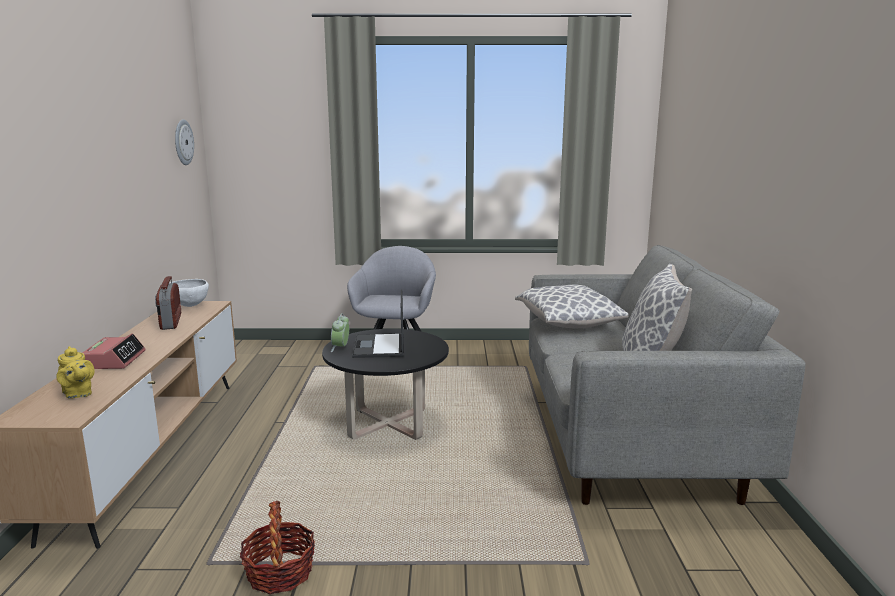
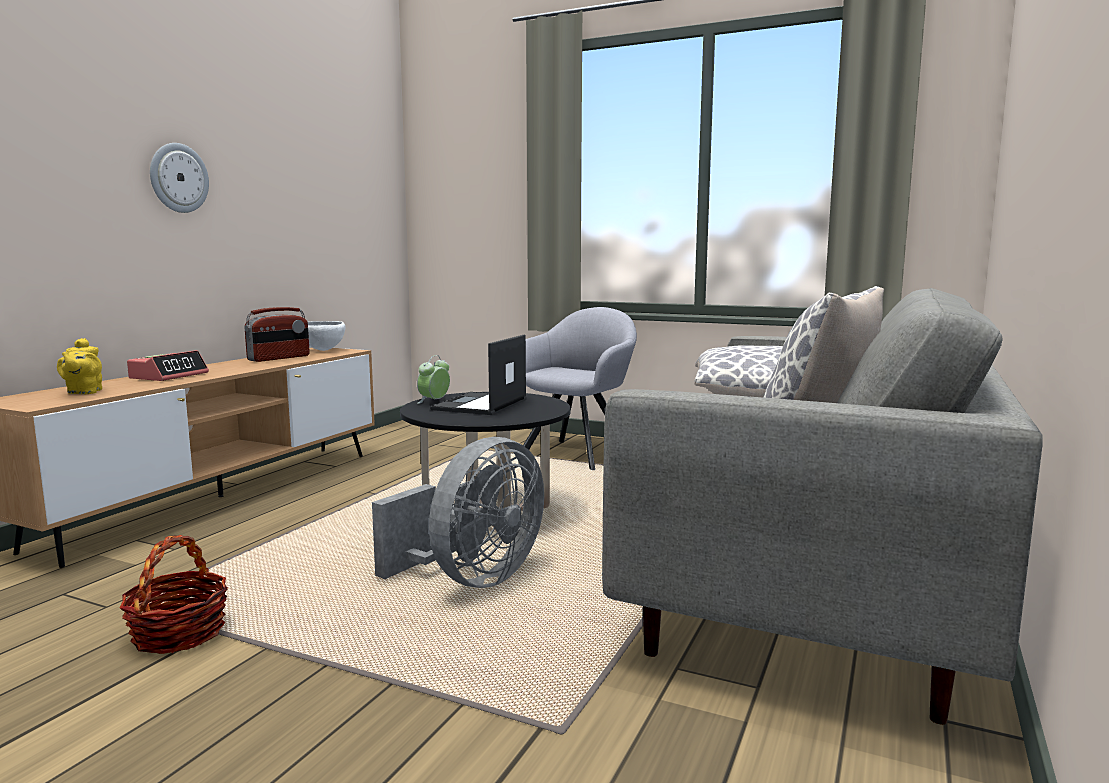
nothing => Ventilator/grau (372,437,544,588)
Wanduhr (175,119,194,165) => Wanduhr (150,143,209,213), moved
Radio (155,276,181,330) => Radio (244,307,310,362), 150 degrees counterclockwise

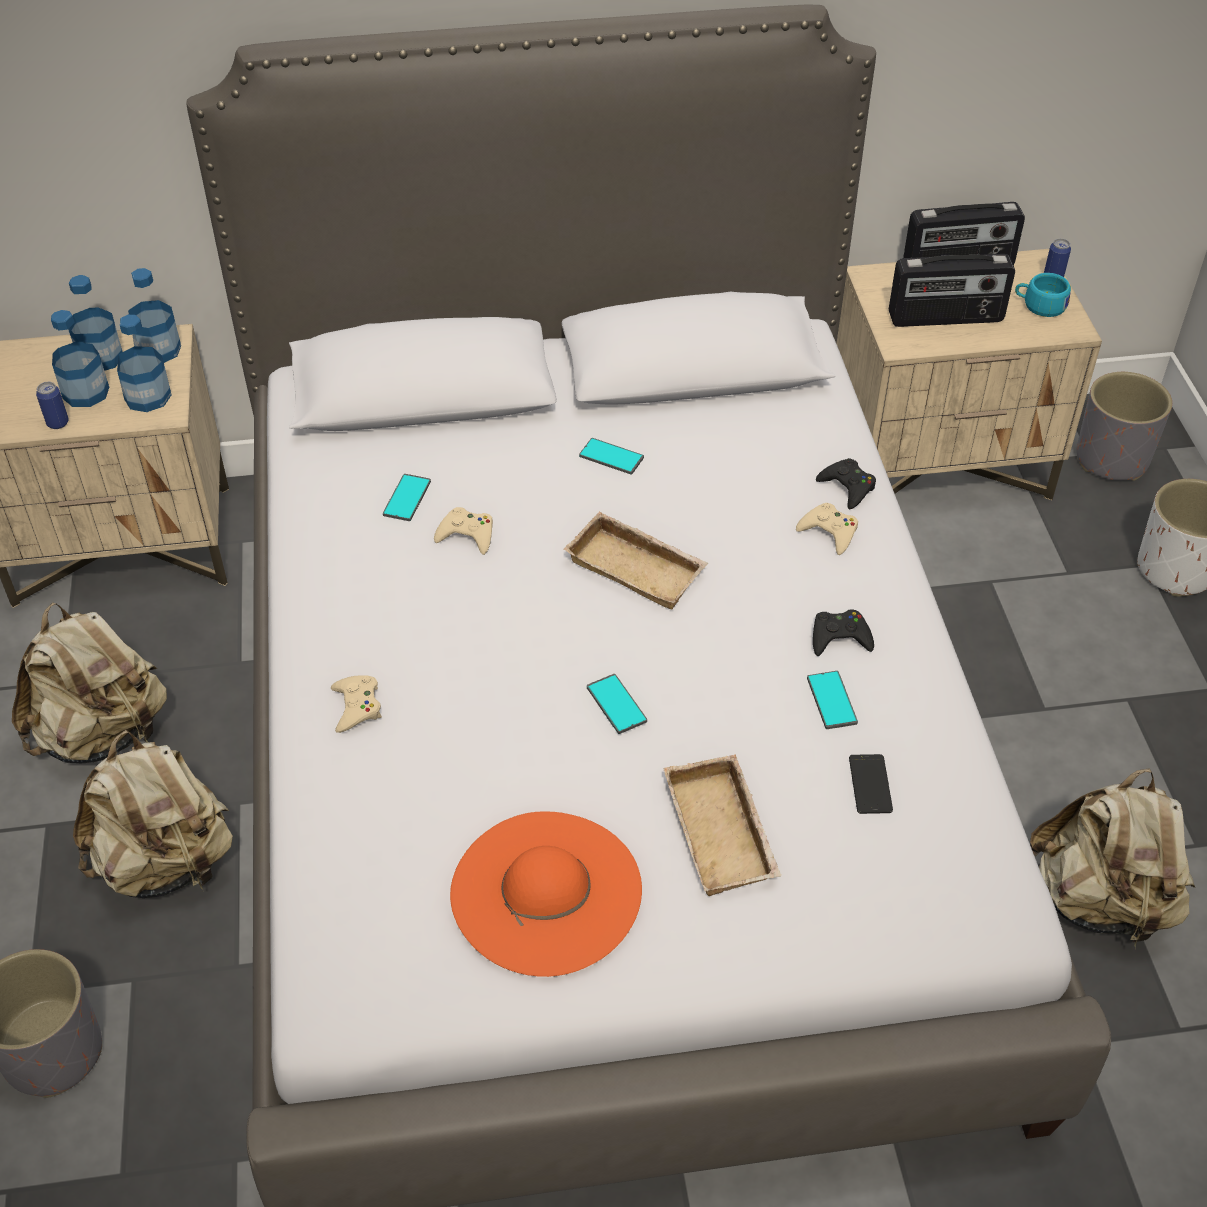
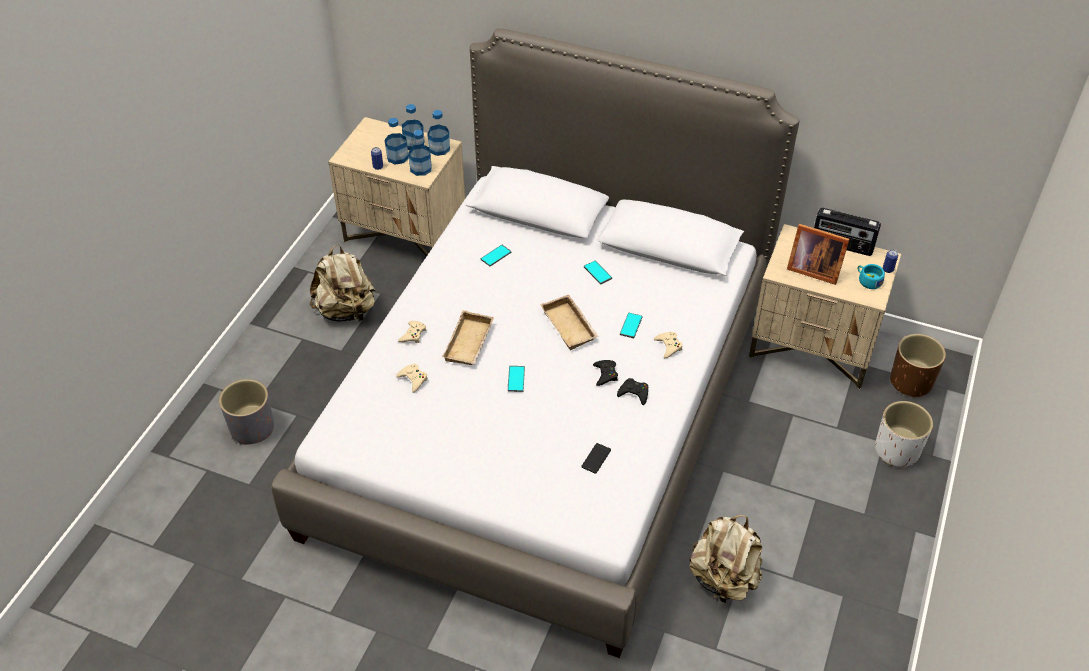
Rucksack/beige (73,730,233,898) => nothing
Hut/orange (450,811,642,977) => nothing
Gamepad/beige (434,507,493,555) => Gamepad/beige (396,364,428,393), moved
Tablett/beige (664,754,781,896) => Tablett/beige (442,310,494,365), moved
Handy (807,671,858,729) => Handy (620,313,643,338), moved
Gamepad/schwarz (816,458,876,509) => Gamepad/schwarz (593,360,618,386), moved
Radio (889,254,1015,327) => Bilderrahmen (787,224,849,285)
Pflanzkübel/grau (1076,372,1172,481) => Pflanzkübel/braun (890,334,946,398)

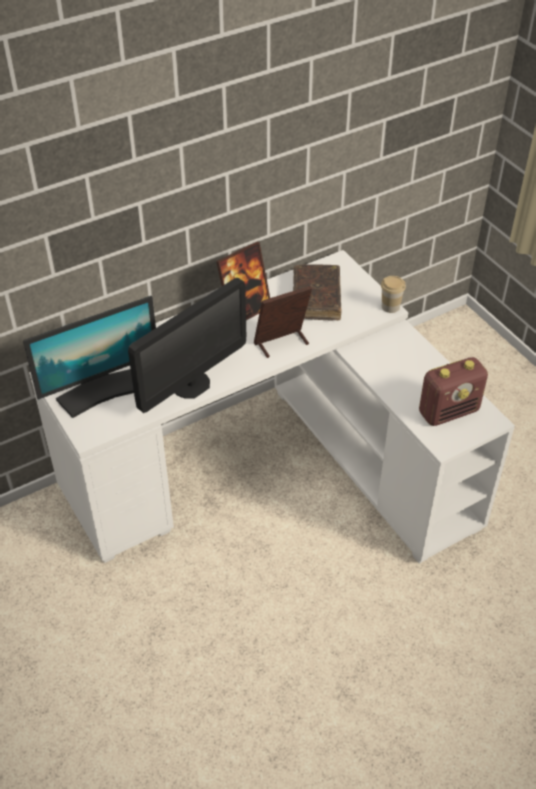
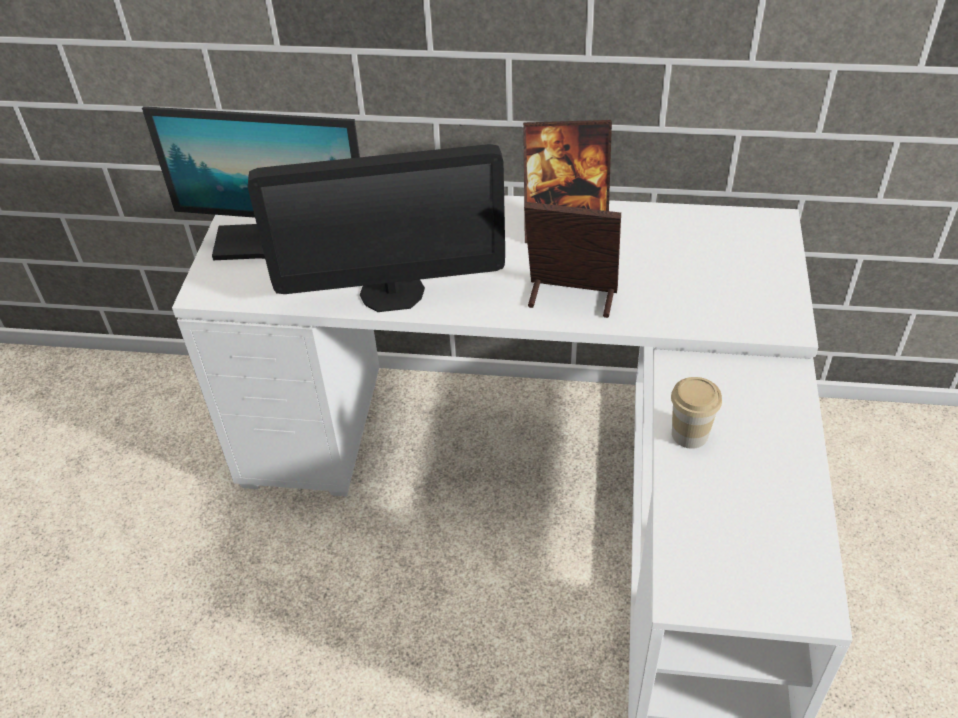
Buch/braun (293,264,341,320) => nothing
Radio (419,357,488,426) => nothing
Tasse (381,276,406,313) => Tasse (671,377,722,449), moved

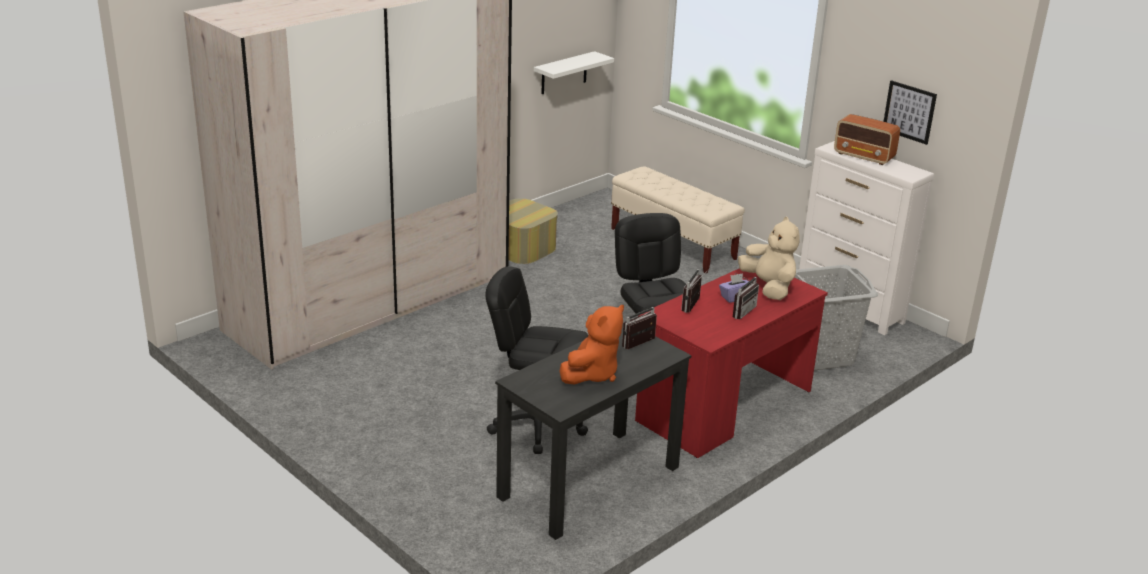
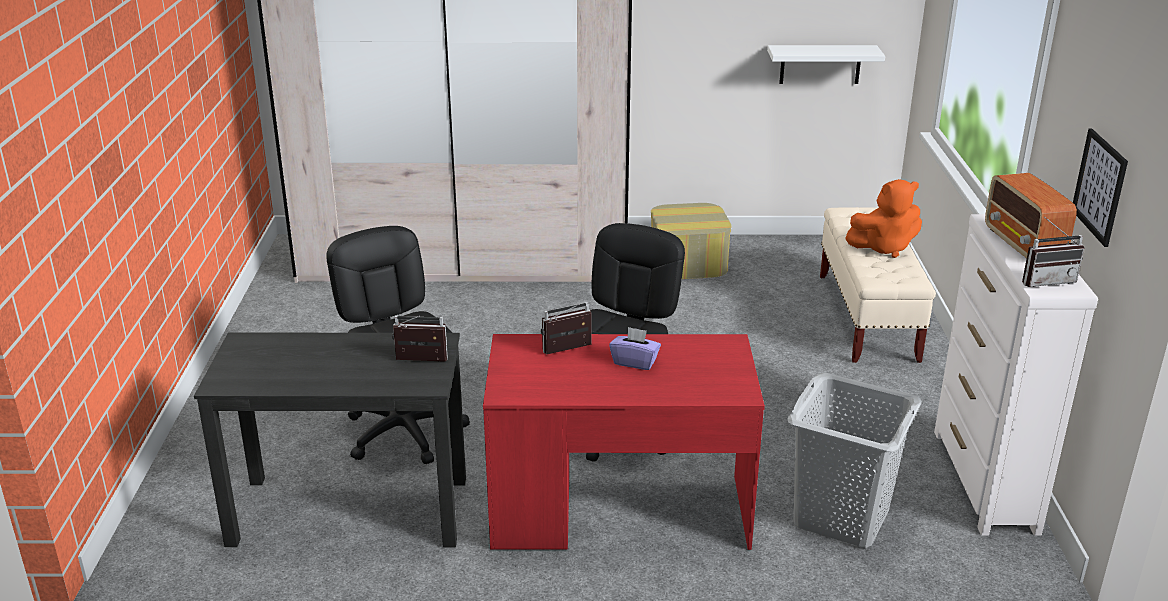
Plüschtier/beige (738,217,800,300) => nothing
Plüschtier/orange (560,305,624,385) => Plüschtier/orange (845,179,922,258), moved
Radio (733,272,759,319) => Radio (1022,217,1084,287), moved

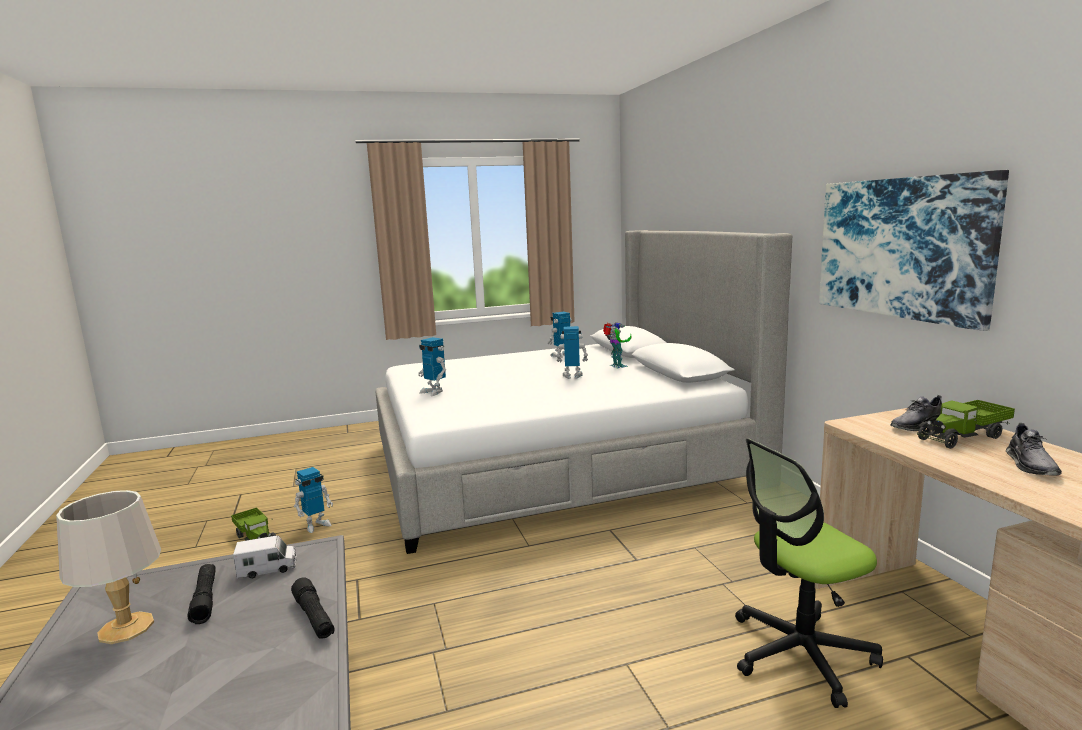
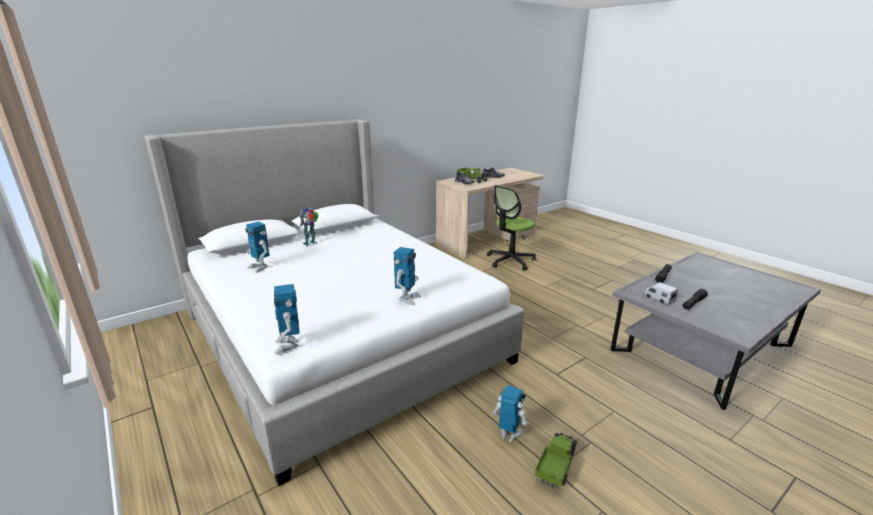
Tischlampe/grau (56,490,161,644) => nothing
Bild (819,170,1009,331) => nothing
Spielzeugroboter (556,326,588,379) => Spielzeugroboter (274,284,300,354), moved
Bürostuhl (735,439,883,708) => Bürostuhl (487,185,536,271), 90 degrees clockwise

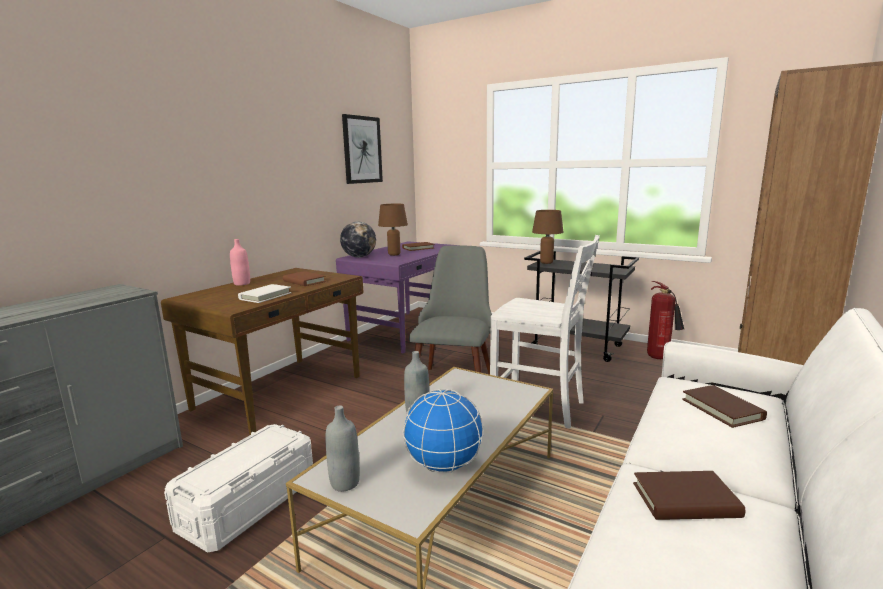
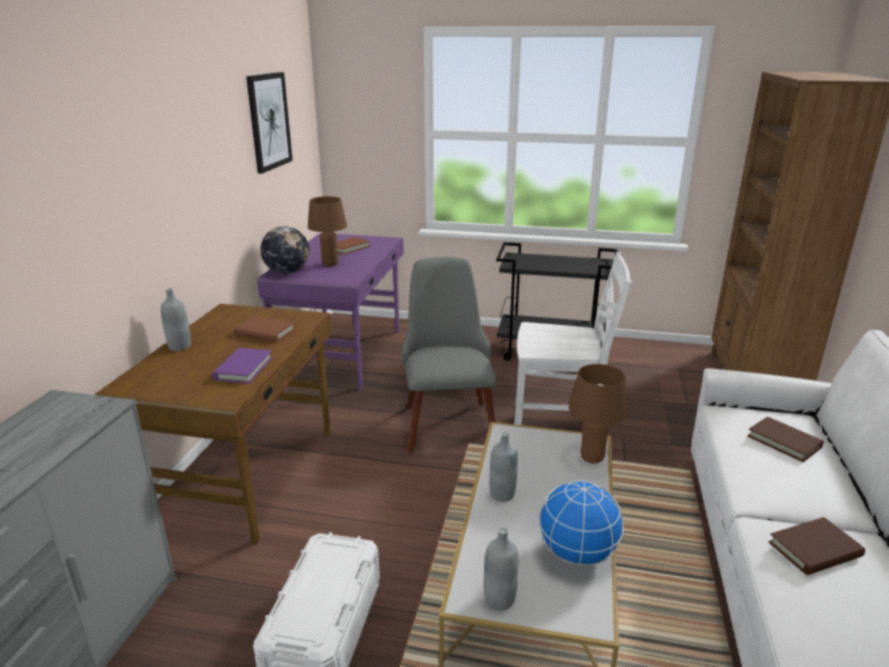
Feuerlöscher (647,281,684,359) => nothing
Tischlampe/braun (532,210,564,264) => Tischlampe/braun (569,364,627,463), moved
Flasche/rosa (230,239,250,286) => Flasche/grau (161,288,191,351)
Buch/weiß (238,284,292,303) => Buch/lila (212,348,273,384)

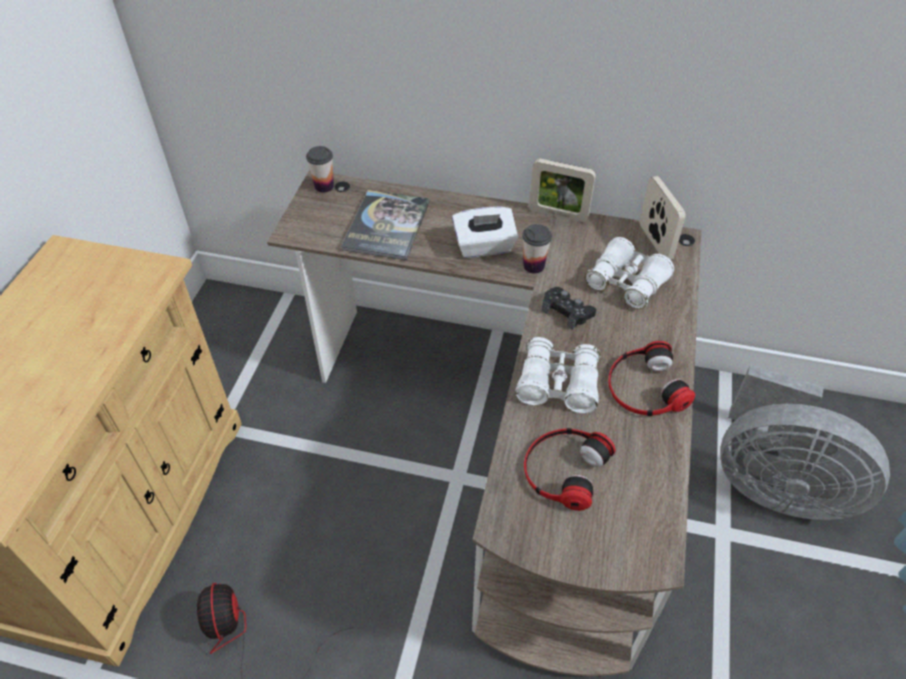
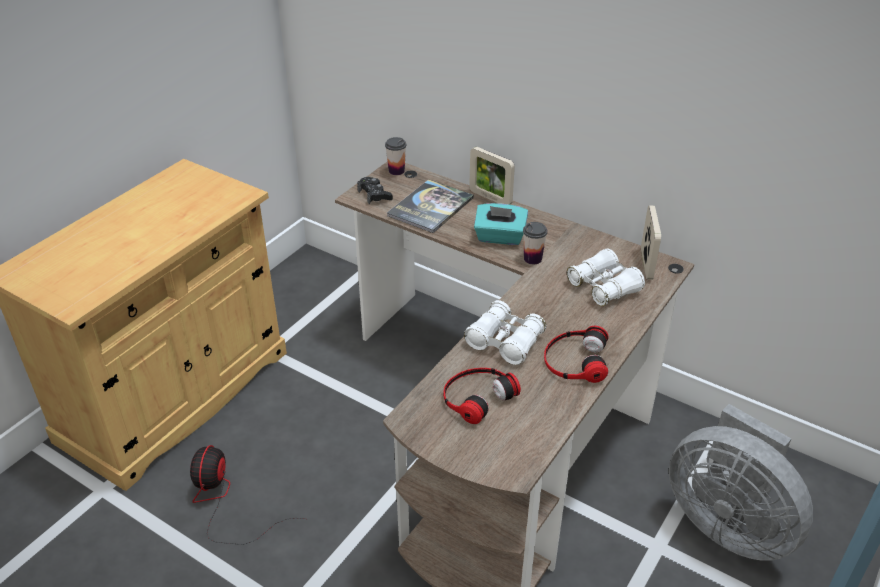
Bilderrahmen (529,159,596,222) => Bilderrahmen (469,147,515,205), moved
Gamepad/schwarz (542,287,596,330) => Gamepad/schwarz (357,177,393,204), moved
Taschentuchbox/weiß (452,207,518,258) => Taschentuchbox/türkis (474,203,528,245)

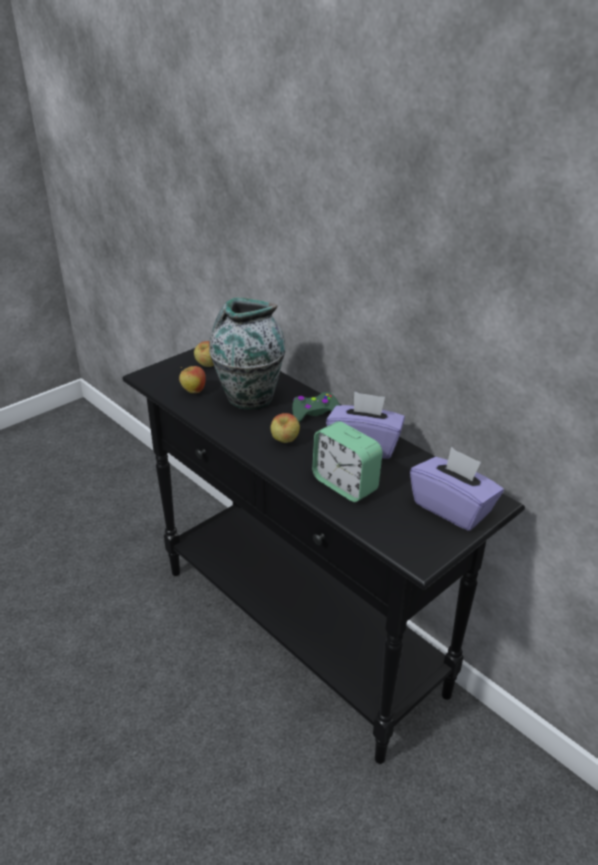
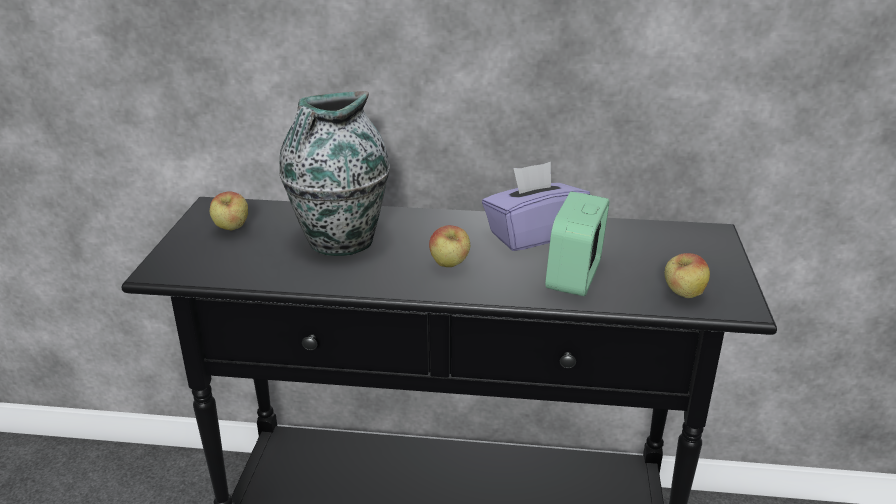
Gamepad/grün (292,392,340,422) => nothing
Taschentuchbox/lila (410,447,504,531) => nothing
Apfel (179,366,206,393) => Apfel (664,253,710,298), moved
Wecker (312,421,383,502) => Wecker (545,191,610,296), 105 degrees clockwise

